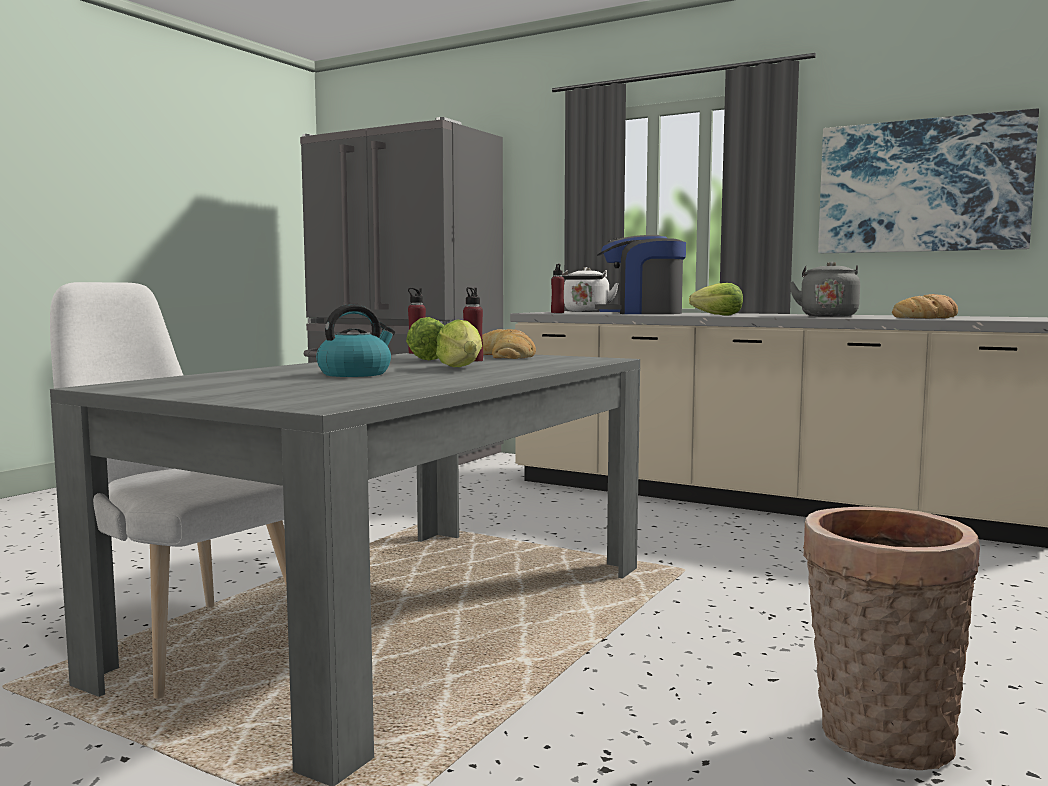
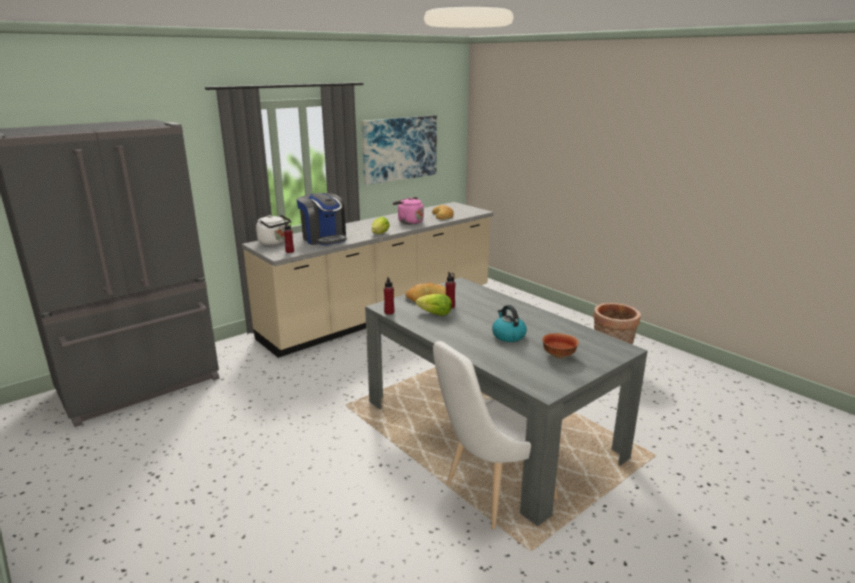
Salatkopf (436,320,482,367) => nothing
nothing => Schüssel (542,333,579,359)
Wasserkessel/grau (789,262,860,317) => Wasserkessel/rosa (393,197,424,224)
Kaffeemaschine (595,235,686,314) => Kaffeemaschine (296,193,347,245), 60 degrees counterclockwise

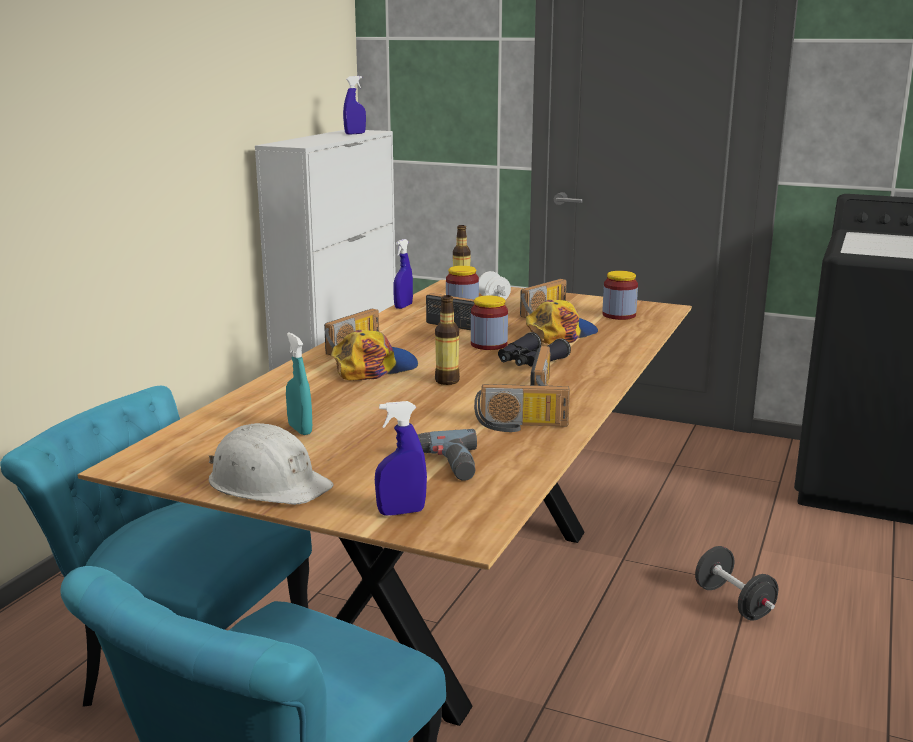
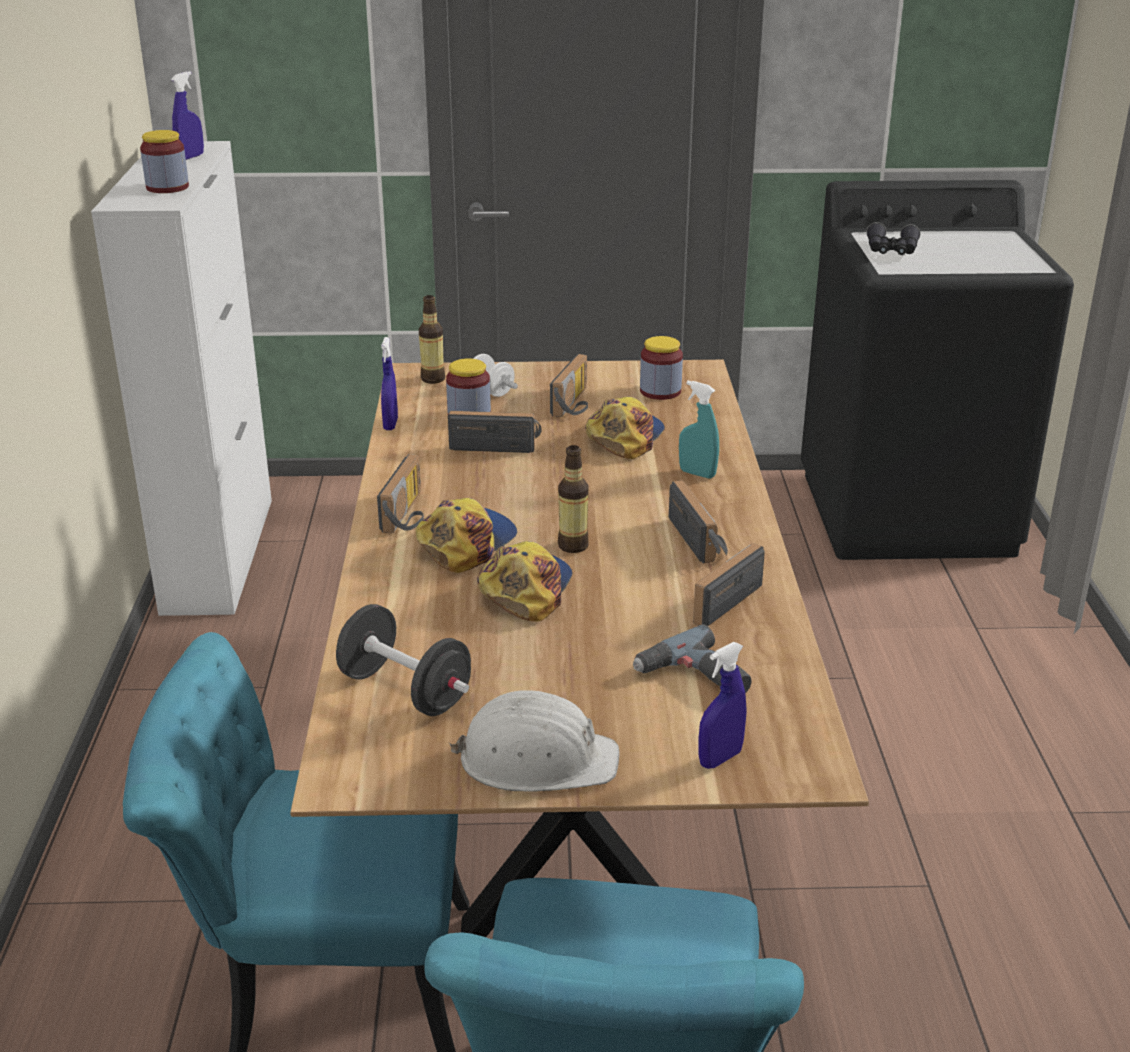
nothing => Kappe (477,541,572,622)
Sprühflasche/türkis (286,333,312,435) => Sprühflasche/türkis (679,381,719,479), moved
Vorratsglas (471,296,508,350) => Vorratsglas (140,130,189,193), moved
Fernglas/schwarz (498,332,571,367) => Fernglas/schwarz (866,222,920,255), moved
Hantel/schwarz (695,546,778,620) => Hantel/schwarz (336,604,471,716), moved
Radio (474,384,570,432) => Radio (693,543,765,626), 150 degrees clockwise

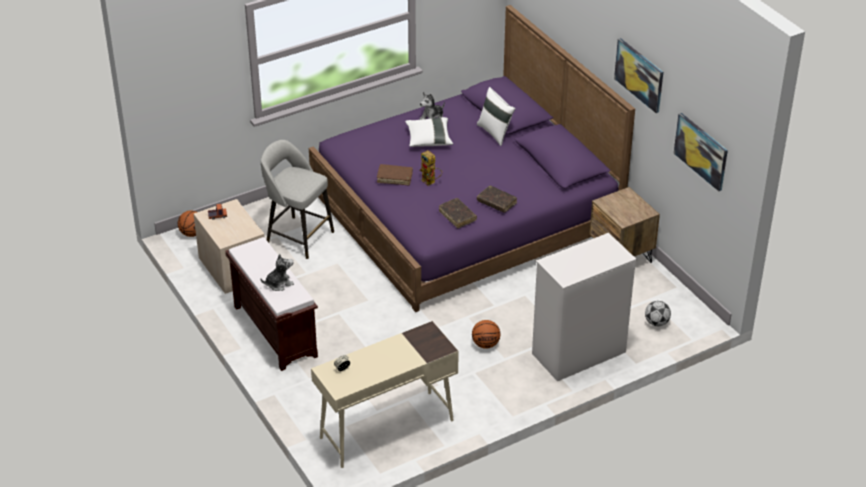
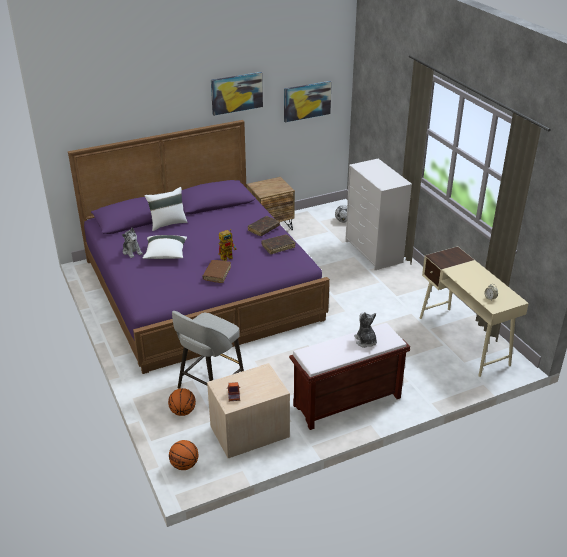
Basketball (472,320,500,349) => Basketball (168,388,196,416), moved

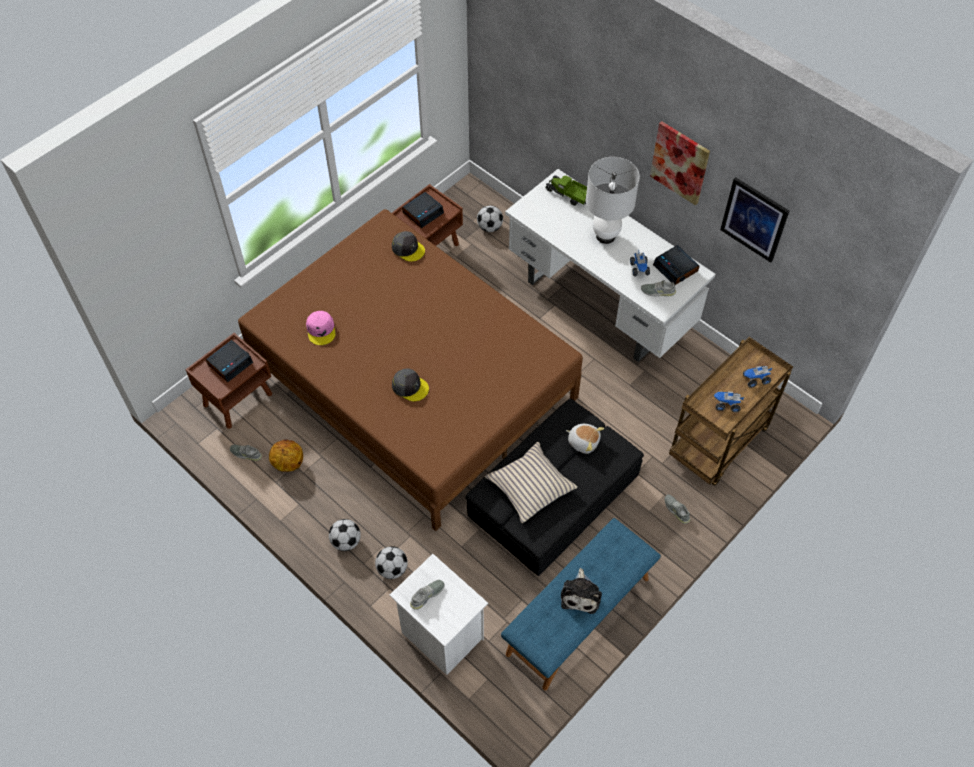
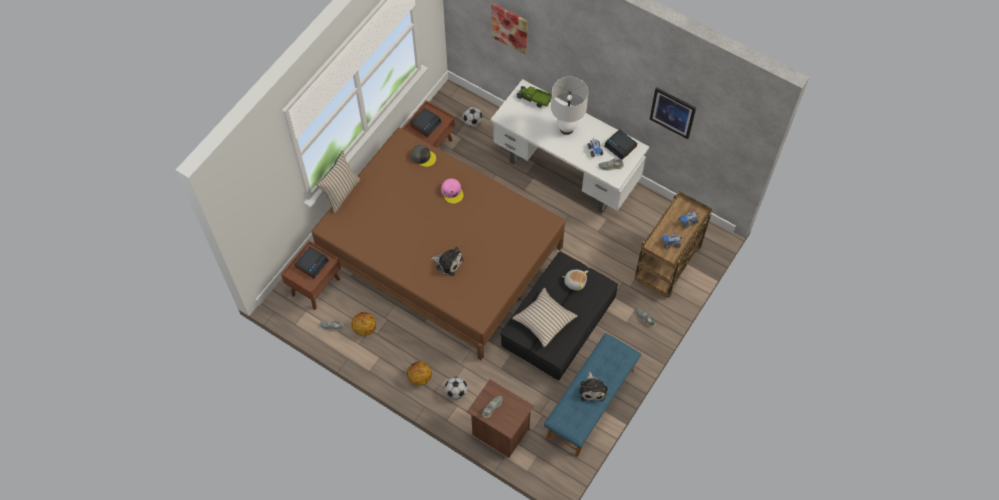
nothing => Kissen/beige (316,151,361,213)
Kappe/rosa (306,311,336,345) => Kappe/rosa (441,178,464,204), moved
Bild (650,121,710,206) => Bild (491,3,528,54), moved
Fußball (329,519,361,551) => Basketball (407,362,432,386)
Kappe/grau (392,369,429,401) => Plüschtier (431,246,463,276)
Nachttisch/weiß (390,554,488,675) => Nachttisch/braun (467,379,534,458)

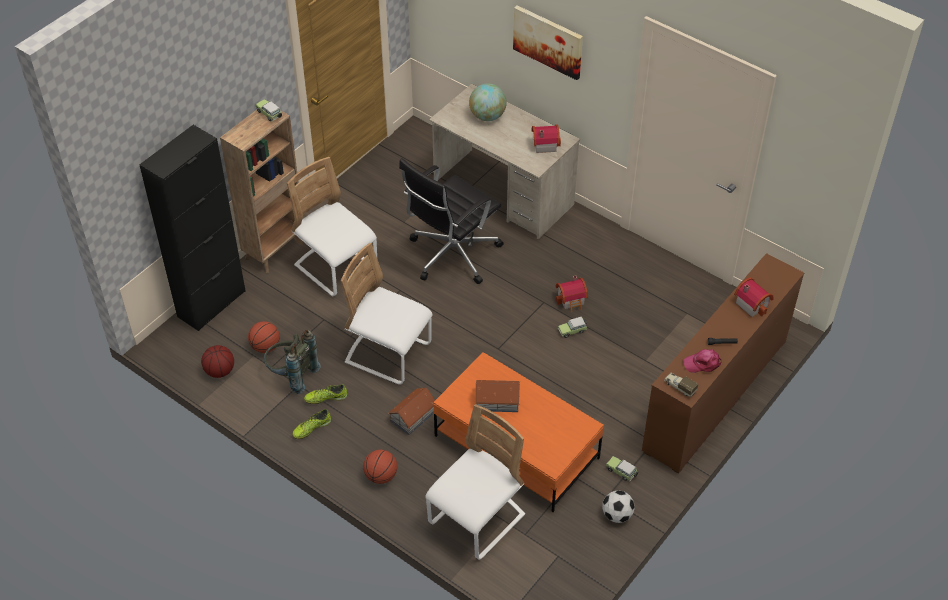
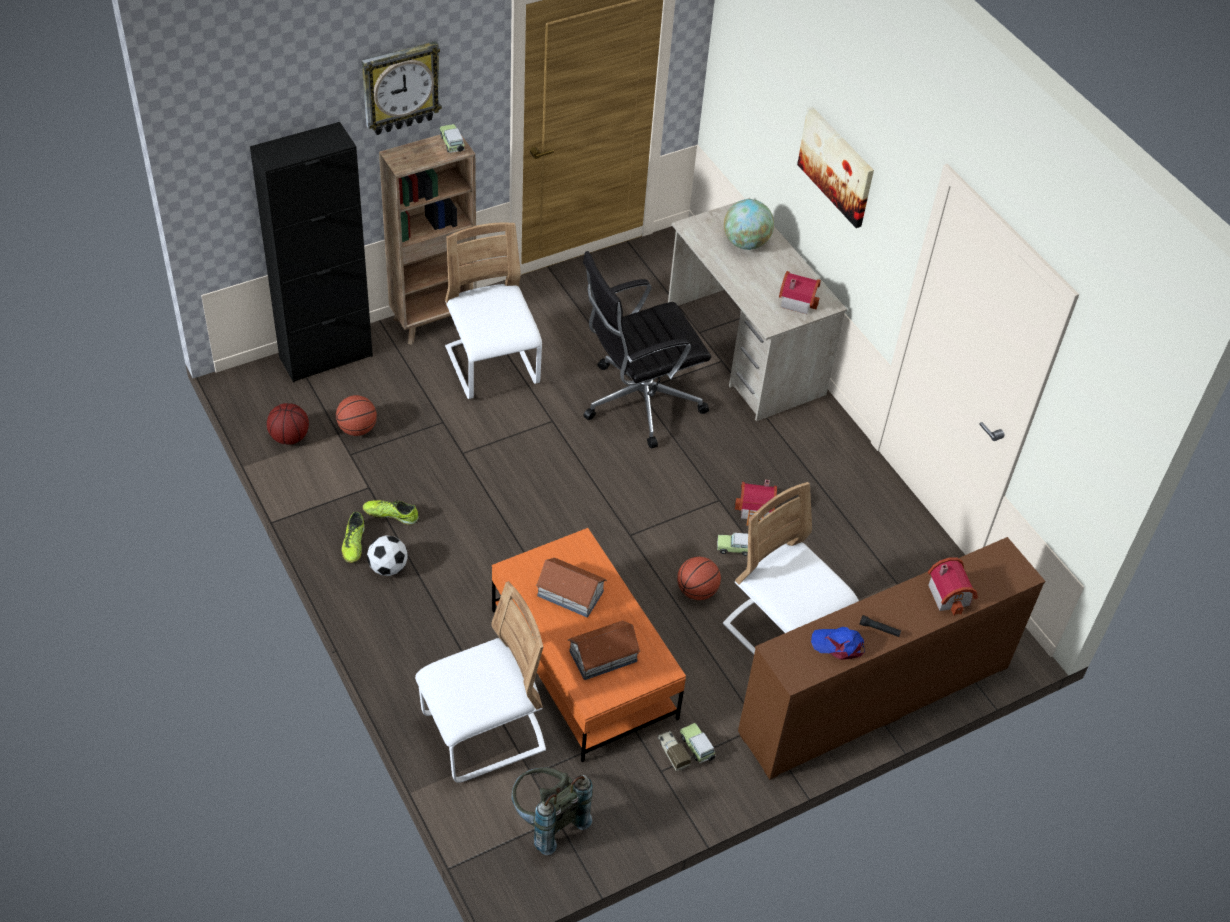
nothing => Wanduhr (362,41,442,135)
Rucksack/grau (264,330,320,394) => Rucksack/grau (511,768,593,855), moved
Stuhl/weiß (341,243,433,385) => Stuhl/weiß (723,482,859,654), moved
Basketball (363,450,397,484) => Basketball (677,557,721,600), moved
Spielzeughaus (388,388,435,435) => Spielzeughaus (568,621,640,680), moved
Fußball (602,490,635,523) => Fußball (367,535,408,576), moved
Spielzeuglaster (664,372,699,397) => Spielzeuglaster (658,731,691,771), moved
Kappe/rosa (683,349,721,373) => Kappe/blau (811,627,865,660)
Schuh (292,409,331,439) => Schuh (342,512,365,563), 75 degrees counterclockwise

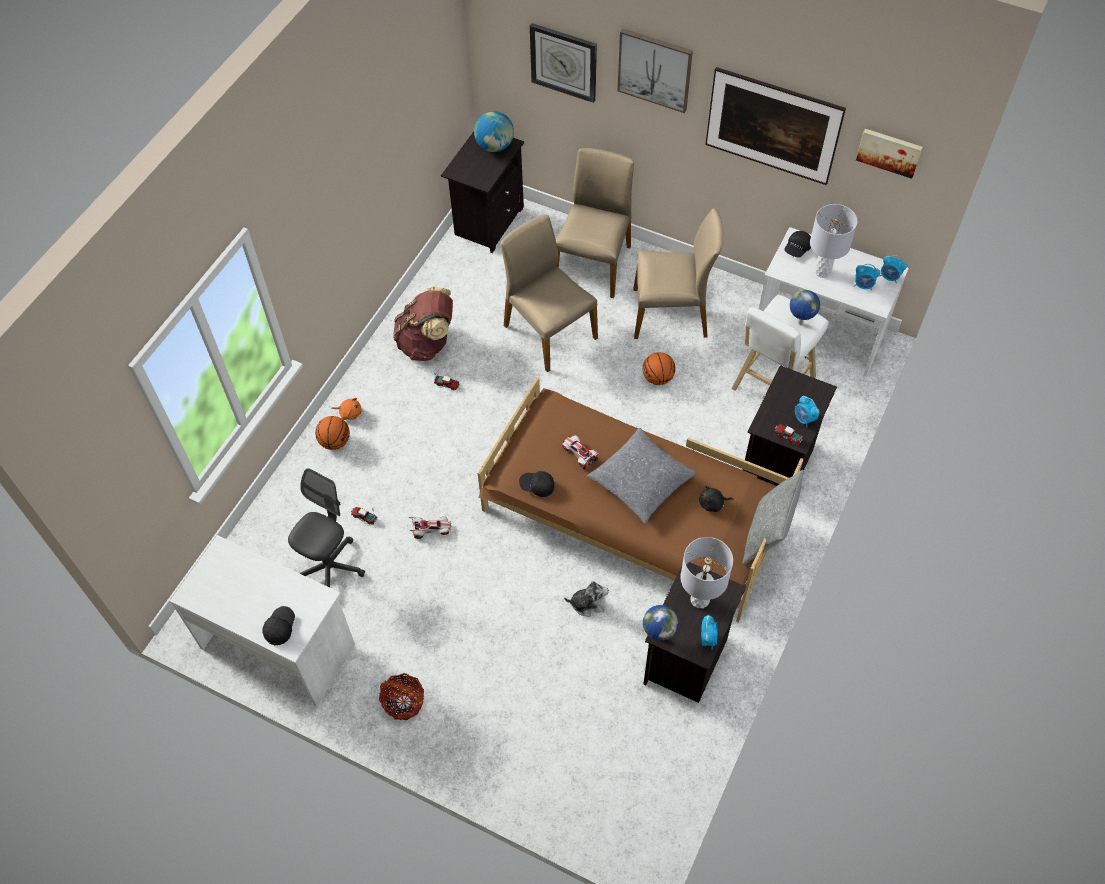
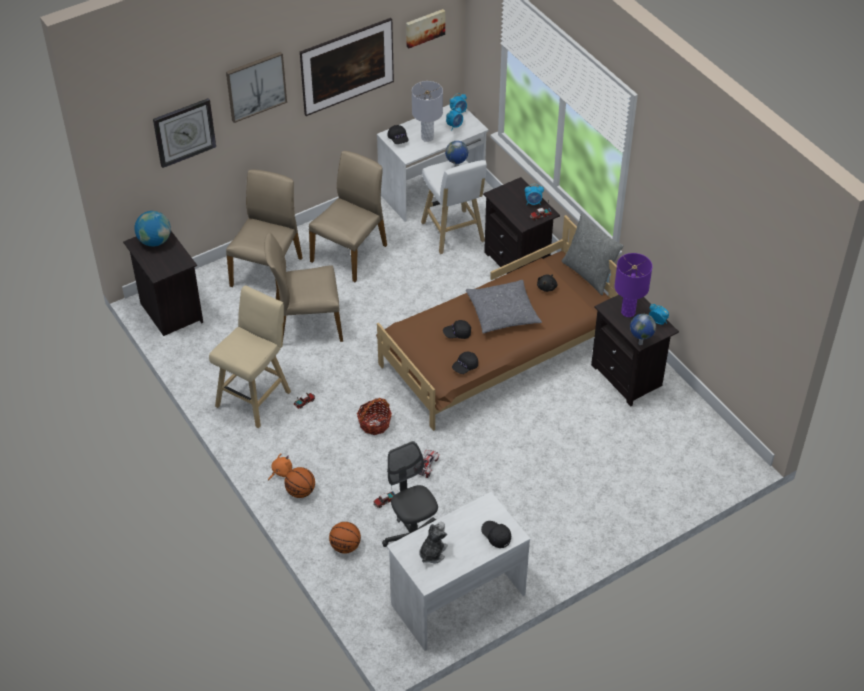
Korb (379,673,424,720) => Korb (357,398,392,435), moved
Plüschtier (564,581,609,617) => Plüschtier (419,522,448,564), moved
Basketball (643,352,676,385) => Basketball (329,522,361,554), moved
Rucksack/braun (393,286,453,361) => Hocker/beige (209,285,291,428)
Spielzeugauto (562,435,599,469) => Kappe/schwarz (443,320,471,339)
Tischlampe/grau (681,537,733,608) => Tischlampe/lila (614,253,652,317)
Stuhl/beige (556,148,634,298) => Stuhl/beige (226,169,303,288), 60 degrees clockwise

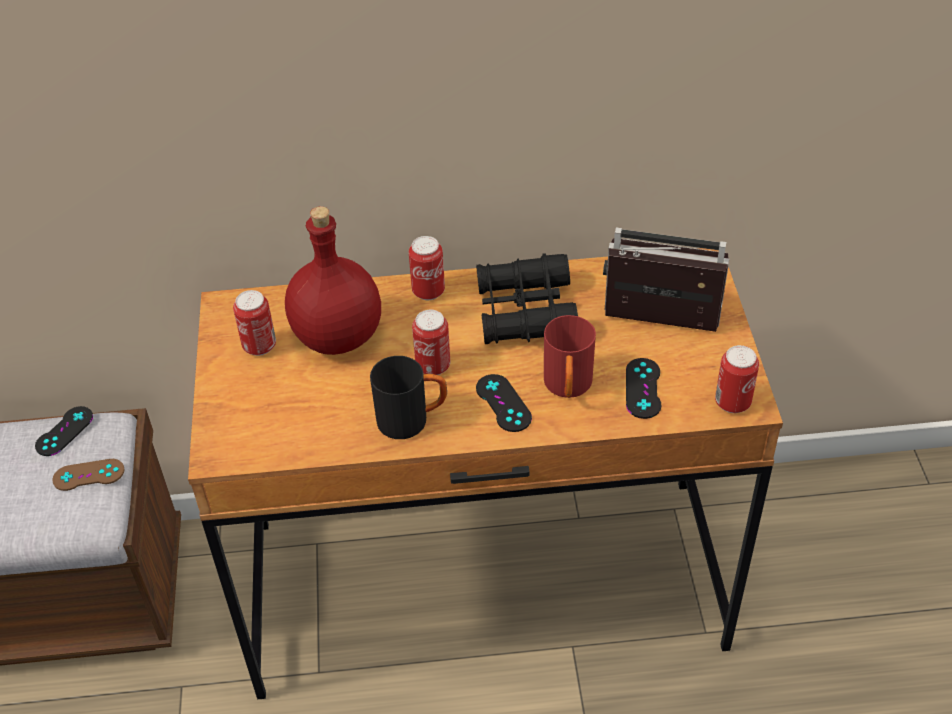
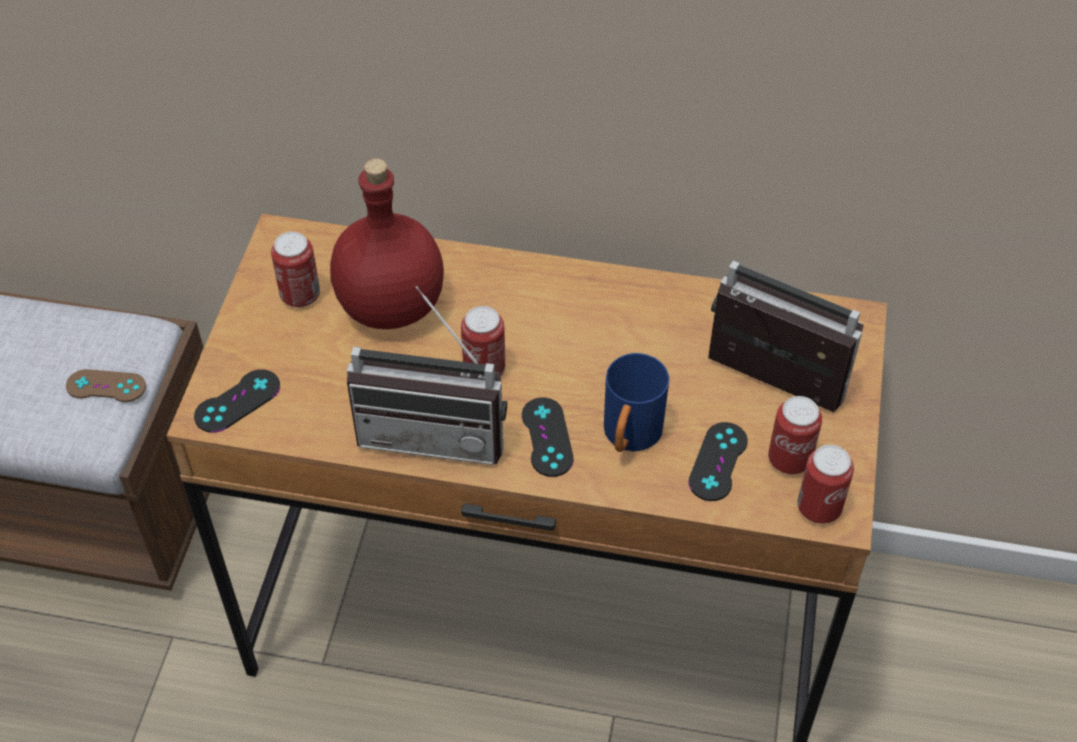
Fernglas/schwarz (476,253,578,344) => nothing
Gamepad/schwarz (35,406,93,456) => Gamepad/schwarz (194,369,280,433), moved
Dose (409,236,445,300) => Dose (768,396,822,474), moved
Henkelbecher/schwarz (370,356,447,439) => Radio (347,286,507,465)
Henkelbecher/rot (544,315,596,398) => Henkelbecher/blau (604,353,670,452)

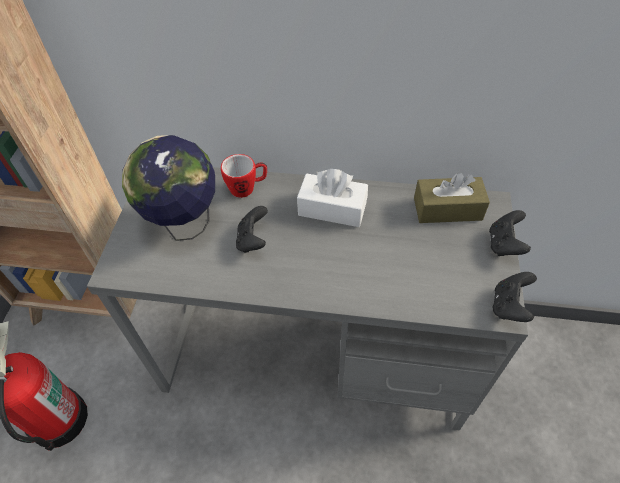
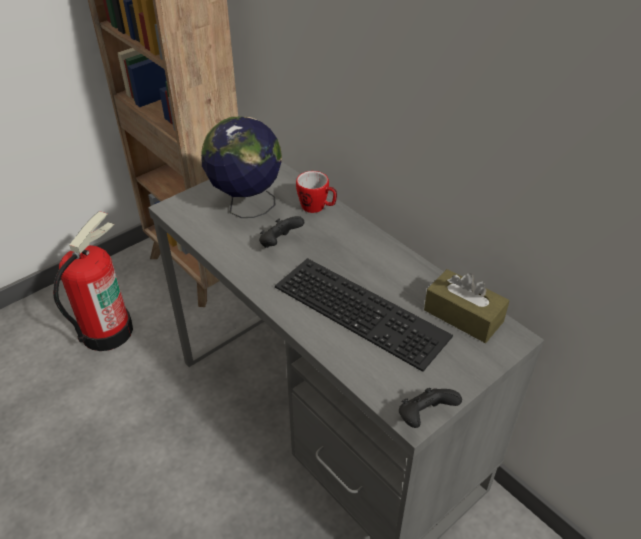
Taschentuchbox/weiß (297,169,368,227) => nothing
Gamepad/schwarz (489,210,531,256) => nothing
nothing => Tastatur (275,258,453,372)

